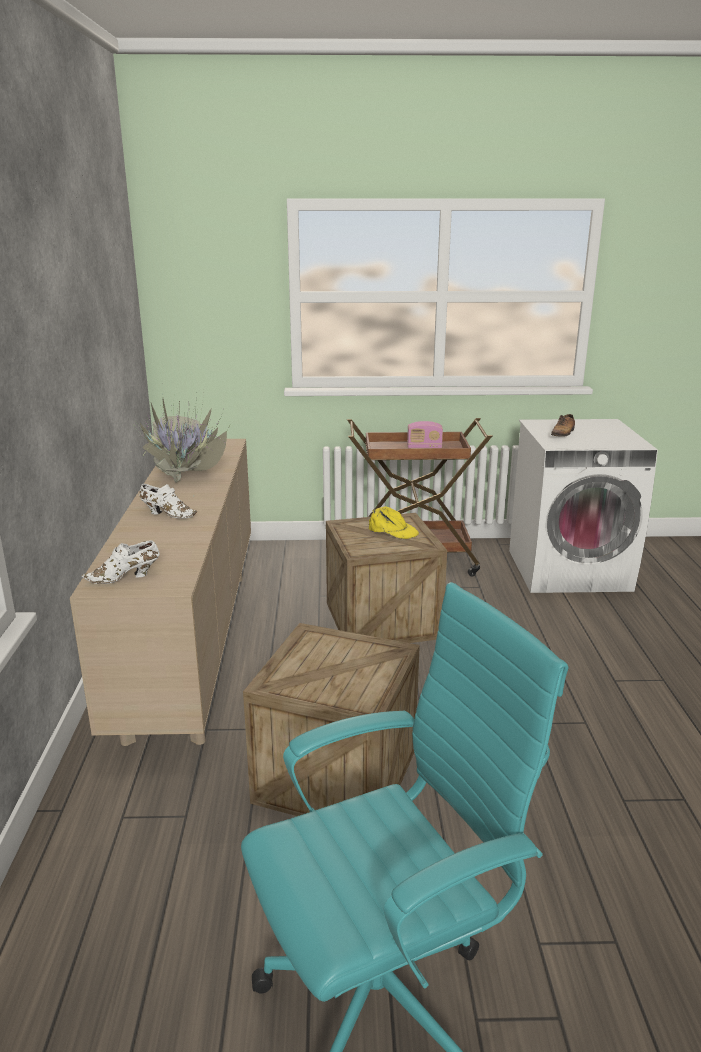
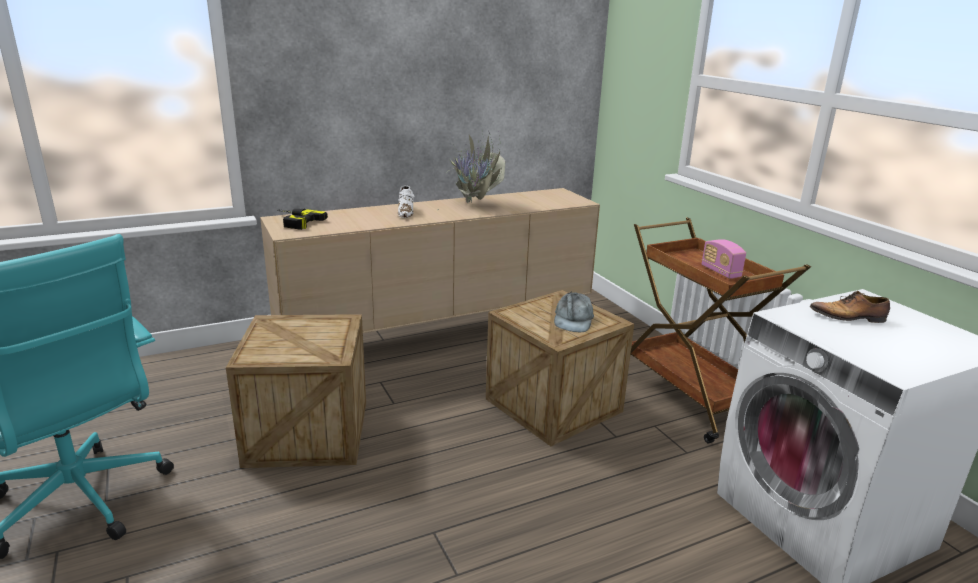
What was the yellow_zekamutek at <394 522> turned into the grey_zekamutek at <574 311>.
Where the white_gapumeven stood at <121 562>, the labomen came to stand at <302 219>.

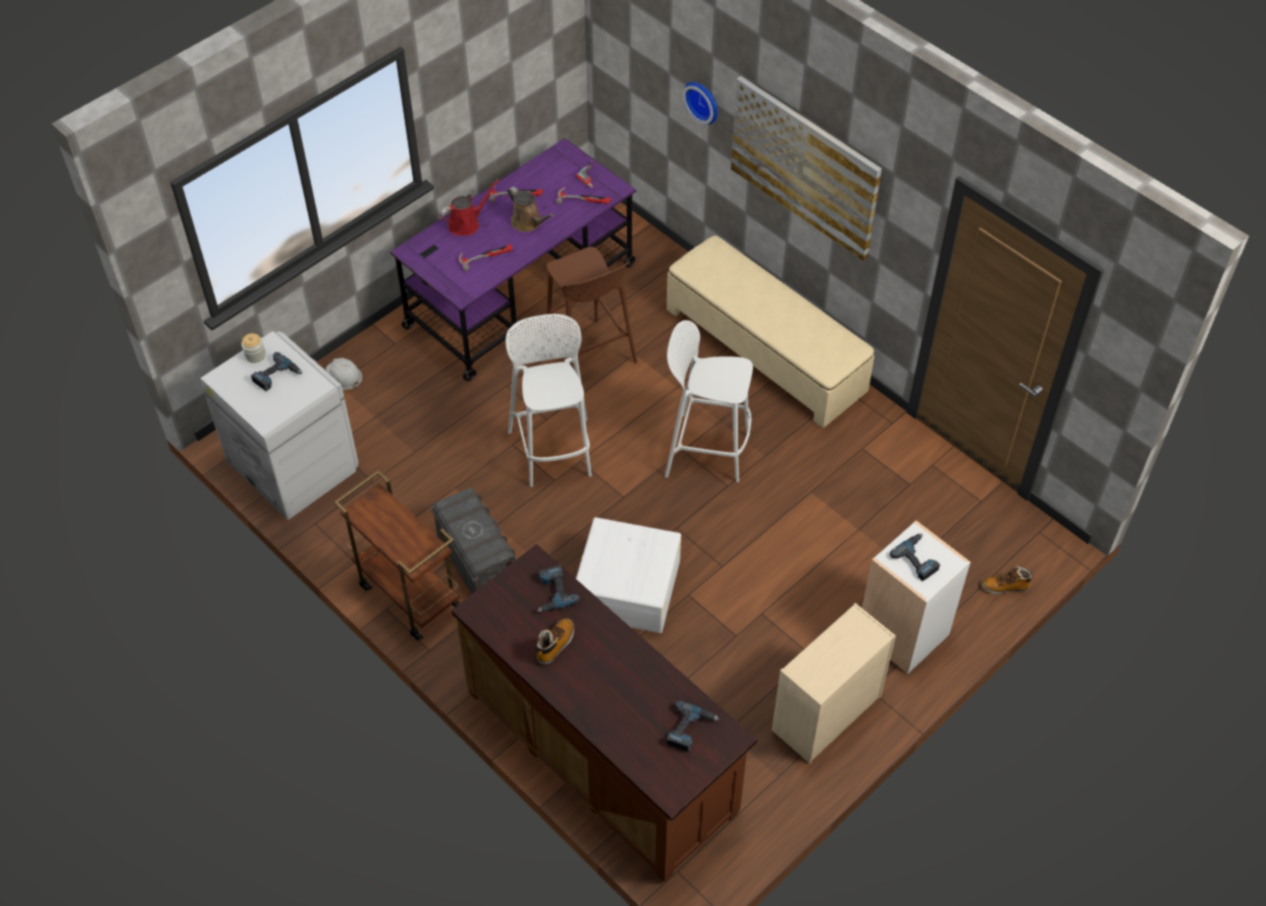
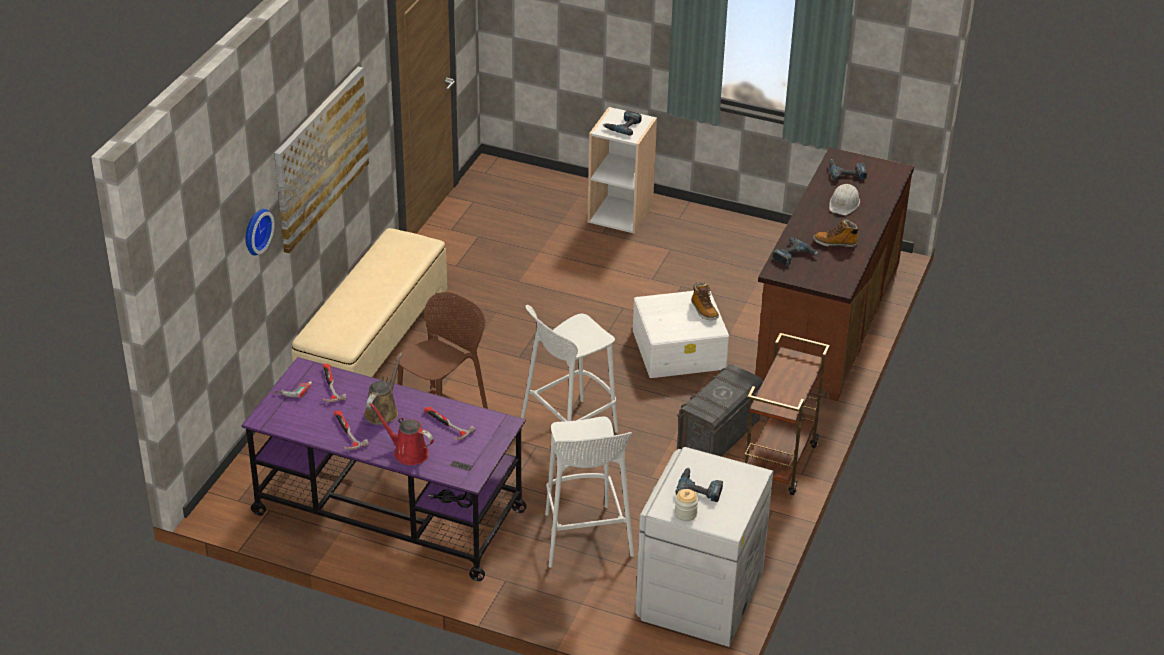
The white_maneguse ended up elsewhere, having gone from <709 401> to <589 492>.
The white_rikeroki ended up elsewhere, having gone from <344 374> to <844 199>.
The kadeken ended up elsewhere, having gone from <1008 580> to <705 301>.
The second view lost the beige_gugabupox at <834 683>.

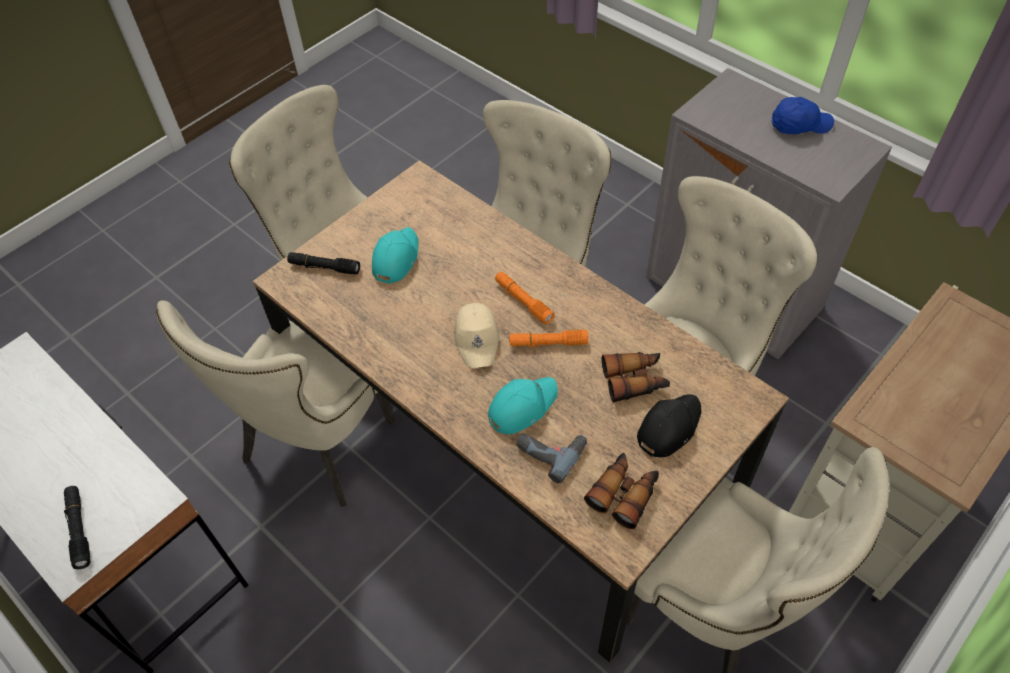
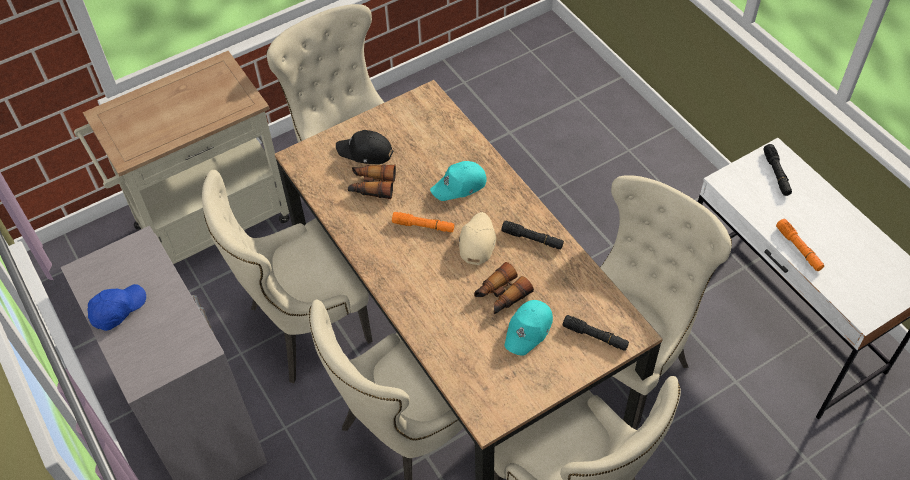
The blue_zekamutek at <803 115> ended up facing another way, 120 degrees clockwise from before.
The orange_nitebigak ended up elsewhere, having gone from <524 298> to <800 245>.
The black_zekamutek at <669 425> ended up facing another way, 45 degrees clockwise from before.
The second view lost the labomen at <551 458>.
The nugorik ended up elsewhere, having gone from <621 491> to <504 288>.
The second view gained the black_nitebigak at <532 235>.

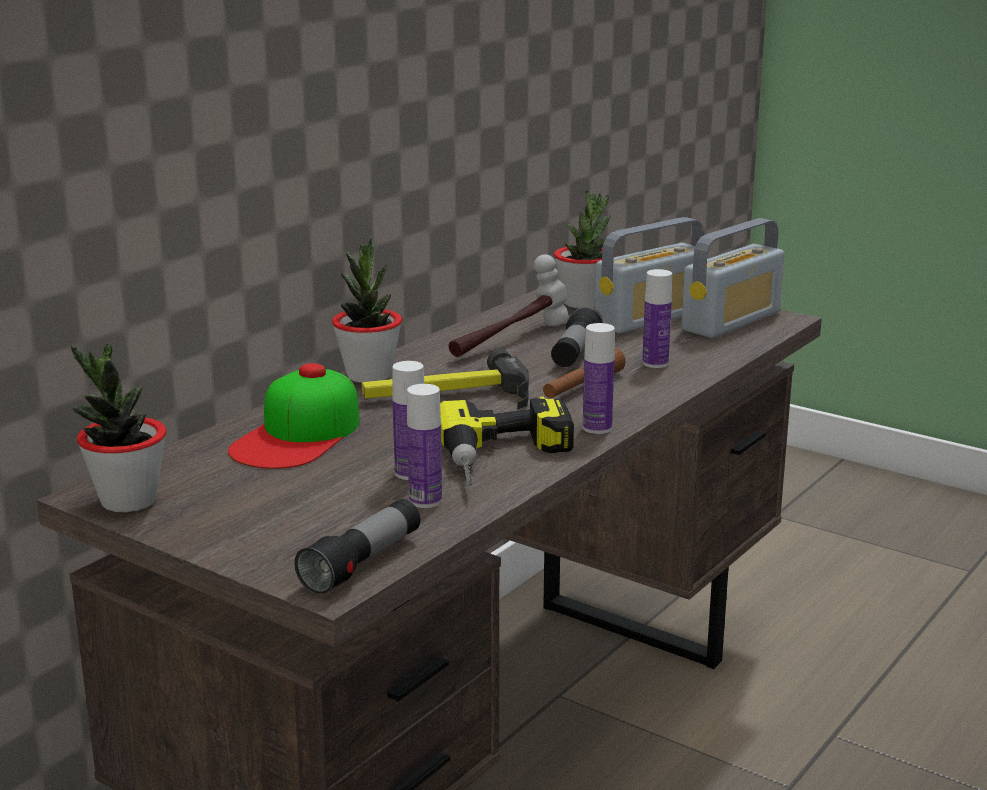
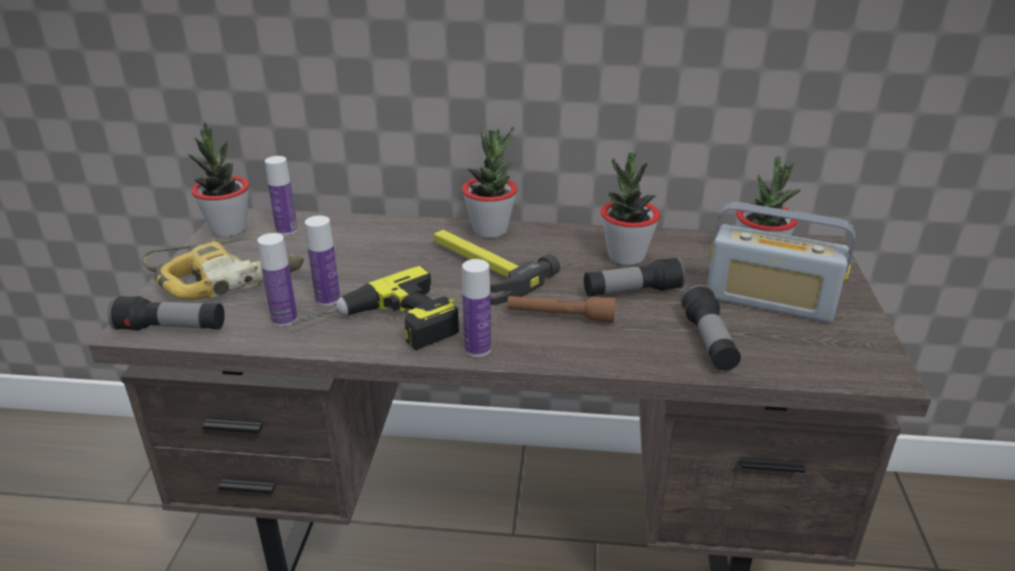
The second view lost the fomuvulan at <732 278>.
Where the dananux stood at <508 305>, the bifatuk came to stand at <630 209>.
The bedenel ended up elsewhere, having gone from <657 318> to <281 195>.
The second view lost the zekamutek at <294 416>.
The second view gained the labomen at <223 268>.
The second view gained the nitebigak at <711 327>.

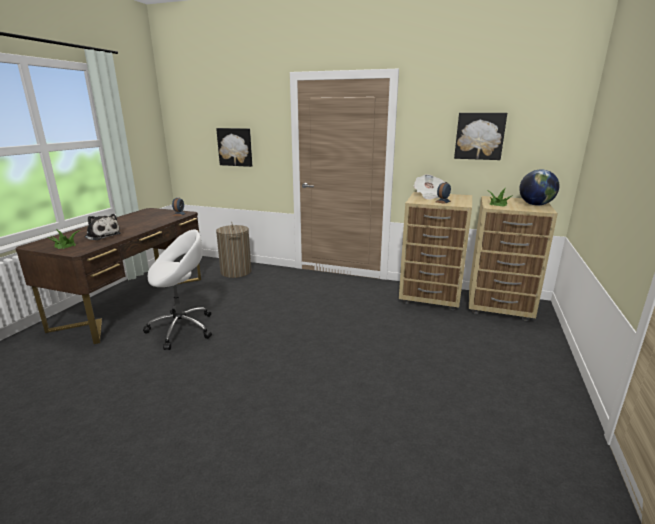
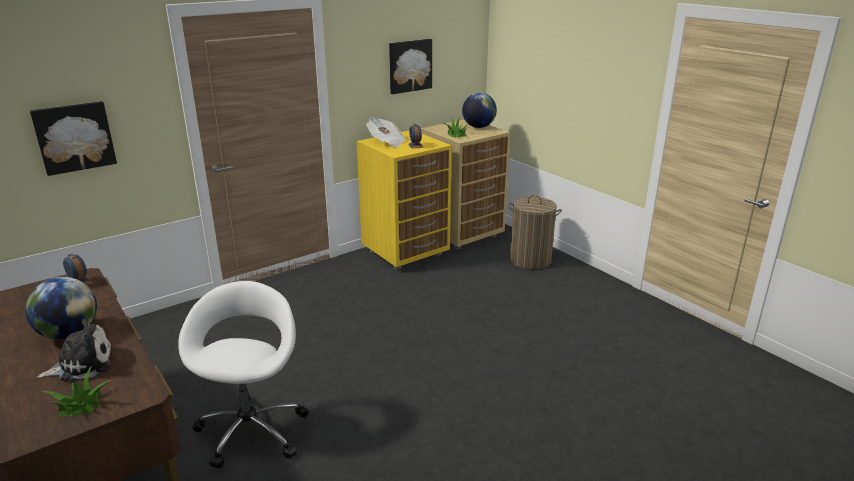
What was the brown_gugabupox at <435 251> turned into the yellow_gugabupox at <404 200>.
The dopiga ended up elsewhere, having gone from <233 250> to <535 232>.
The second view gained the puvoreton at <61 308>.

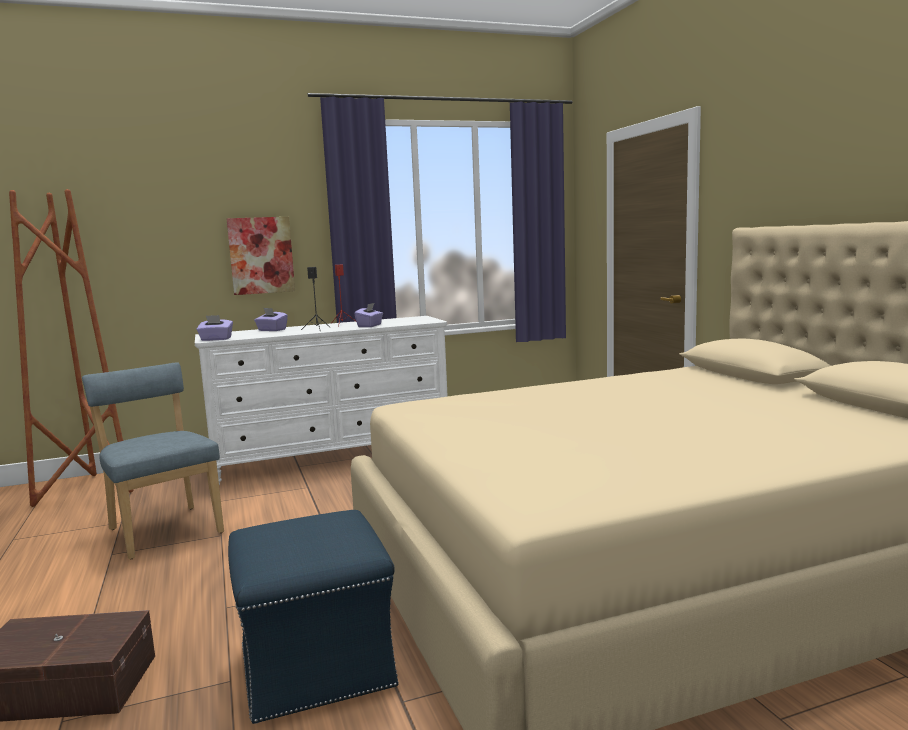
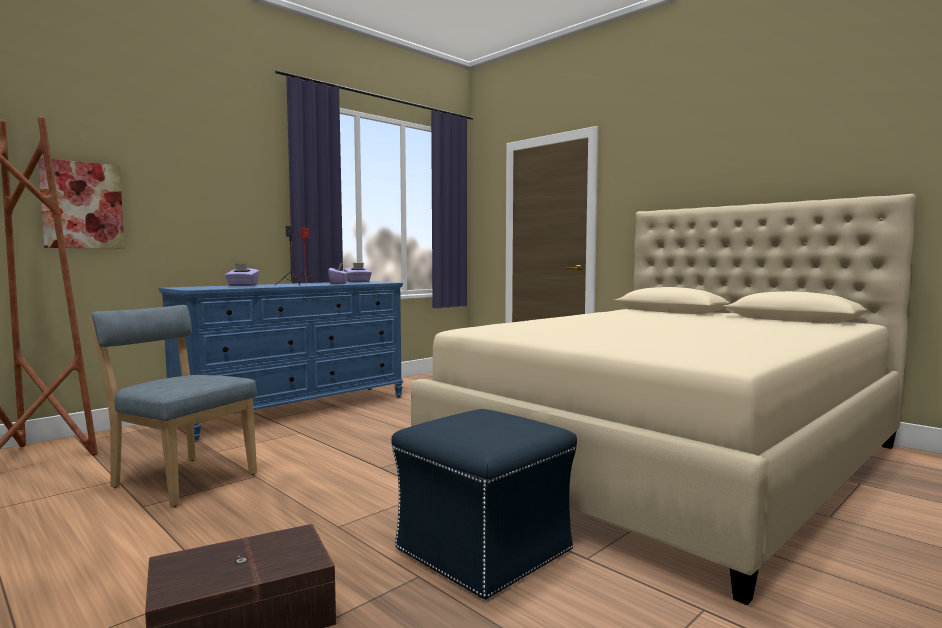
The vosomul ended up elsewhere, having gone from <261 256> to <81 203>.
The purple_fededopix ended up elsewhere, having gone from <214 328> to <358 272>.
What was the white_gugabupox at <321 400> turned into the blue_gugabupox at <281 361>.

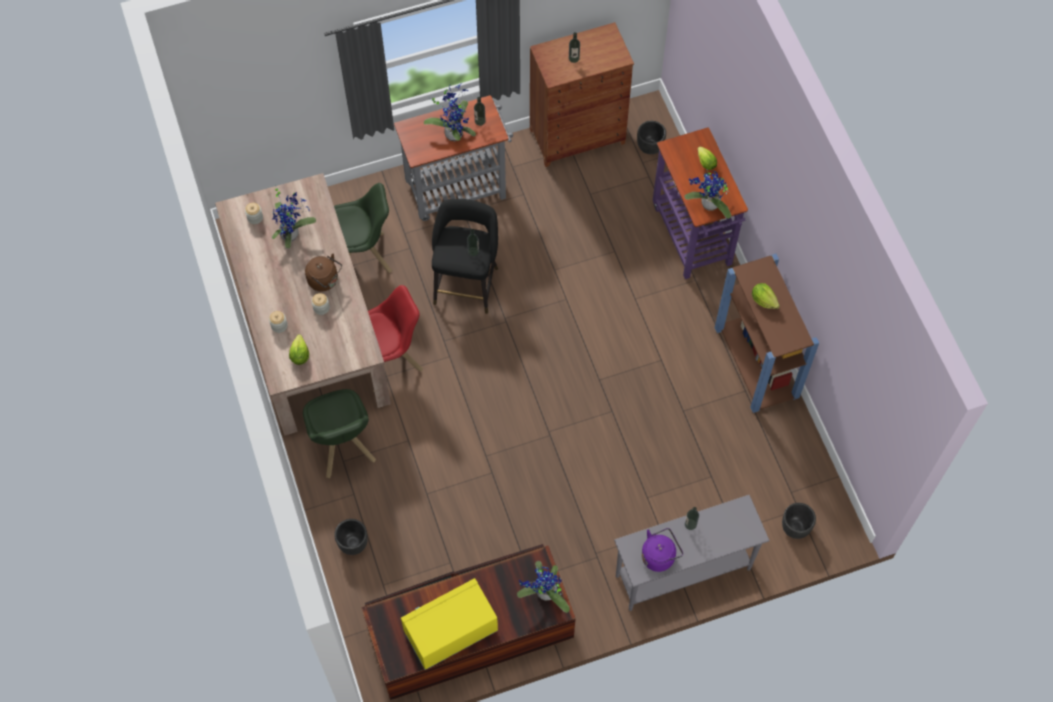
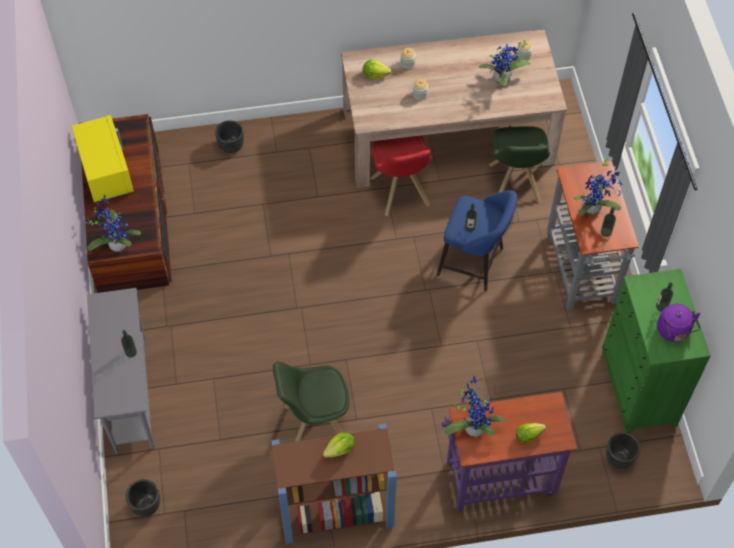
What was the brown_gugabupox at <582 94> turned into the green_gugabupox at <656 351>.
What was the black_maneguse at <465 256> turned into the blue_maneguse at <477 240>.
The second view lost the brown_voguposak at <323 272>.
The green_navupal ended up elsewhere, having gone from <339 434> to <311 402>.
The purple_voguposak ended up elsewhere, having gone from <662 550> to <678 323>.

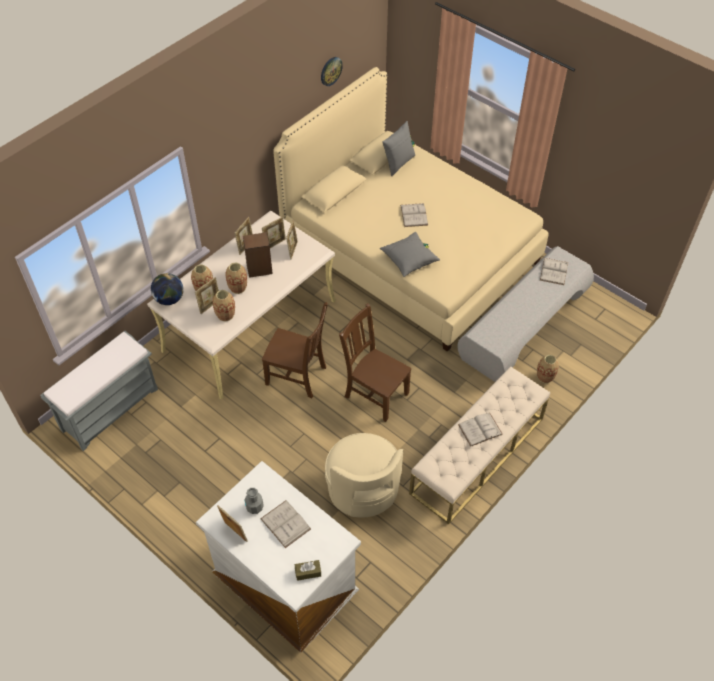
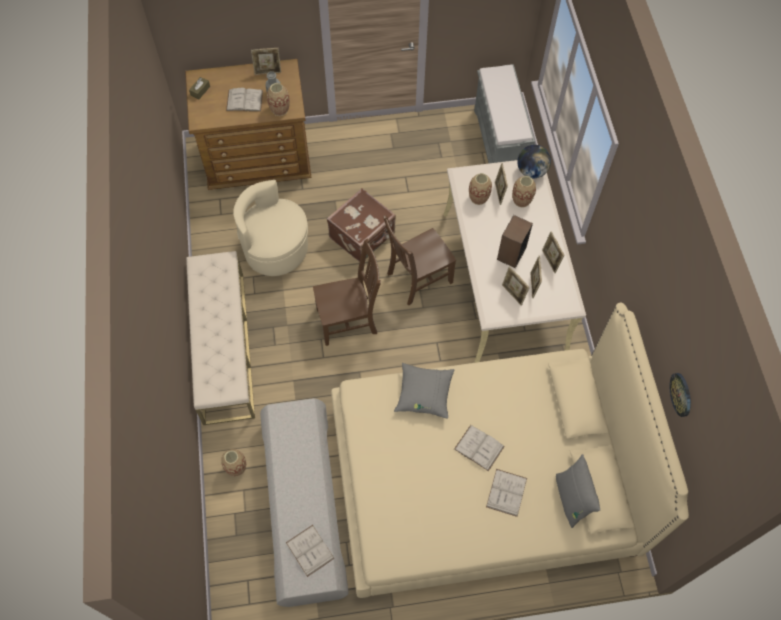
The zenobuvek ended up elsewhere, having gone from <236 278> to <278 99>.
The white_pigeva ended up elsewhere, having gone from <480 430> to <506 493>.
What was the white_gugabupox at <278 557> turned into the brown_gugabupox at <248 124>.
The second view gained the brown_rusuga at <361 225>.

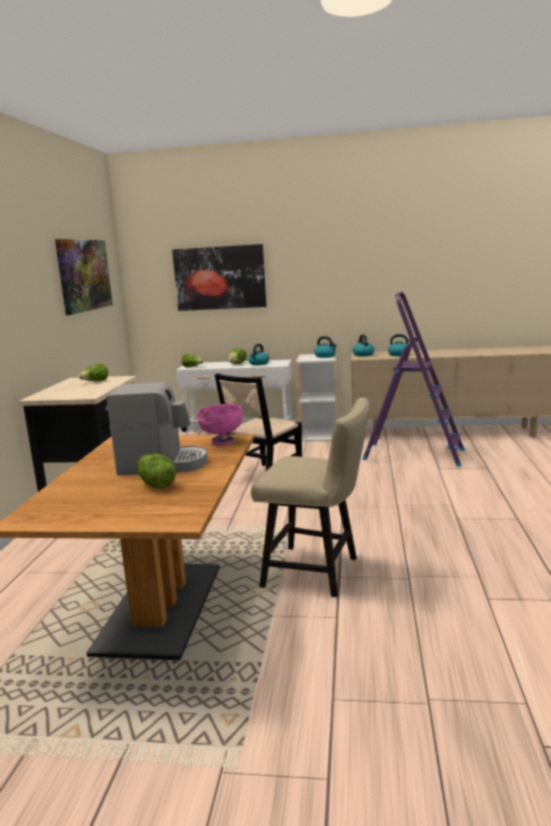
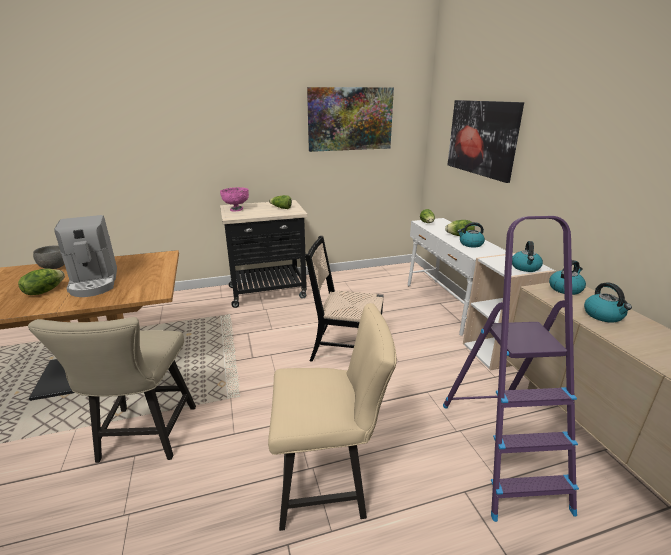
The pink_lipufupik ended up elsewhere, having gone from <220 425> to <234 199>.
The second view gained the grey_lipufupik at <49 257>.
The second view gained the beige_navupal at <332 417>.

